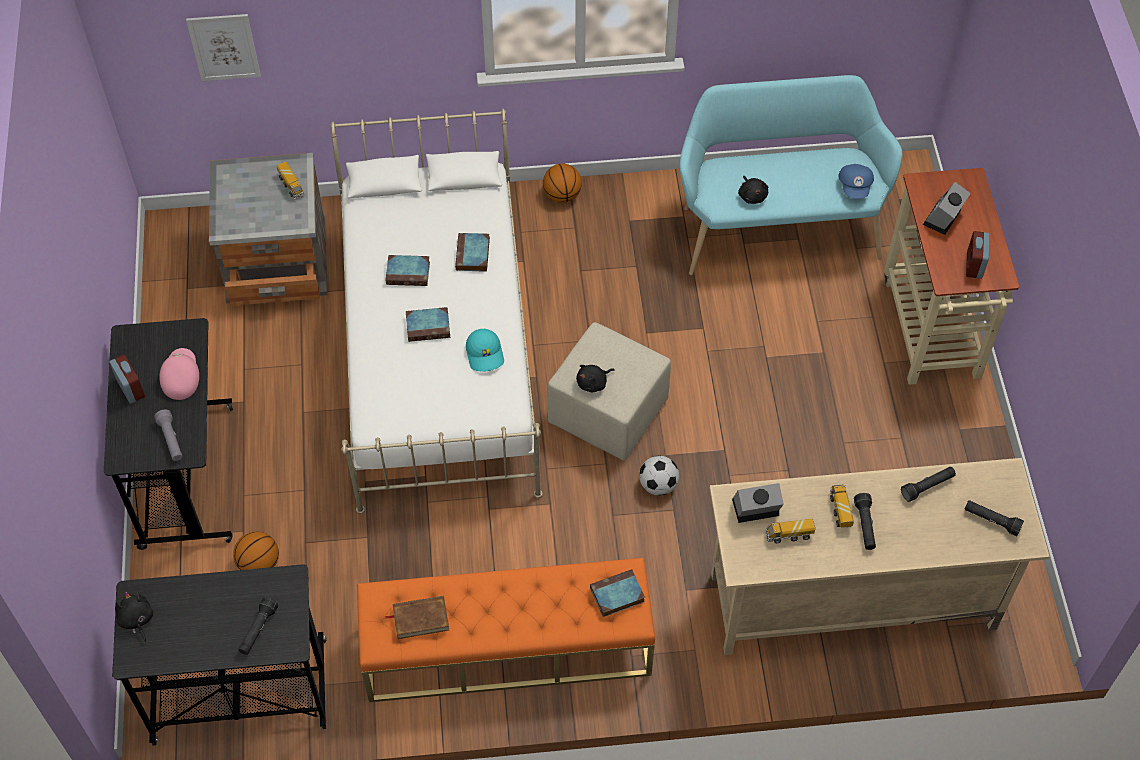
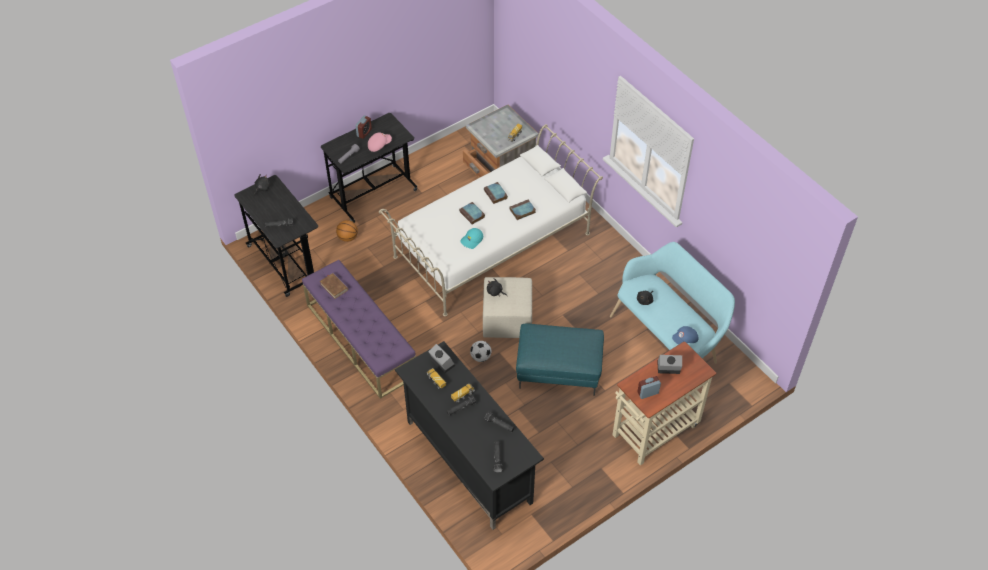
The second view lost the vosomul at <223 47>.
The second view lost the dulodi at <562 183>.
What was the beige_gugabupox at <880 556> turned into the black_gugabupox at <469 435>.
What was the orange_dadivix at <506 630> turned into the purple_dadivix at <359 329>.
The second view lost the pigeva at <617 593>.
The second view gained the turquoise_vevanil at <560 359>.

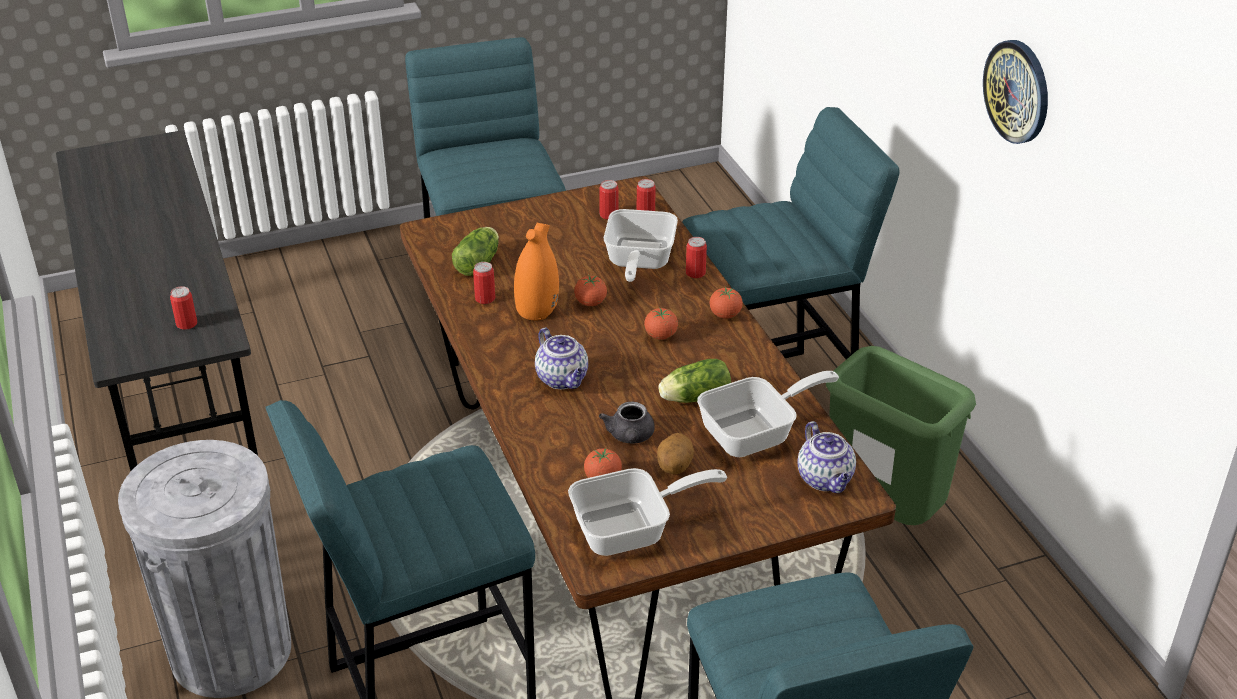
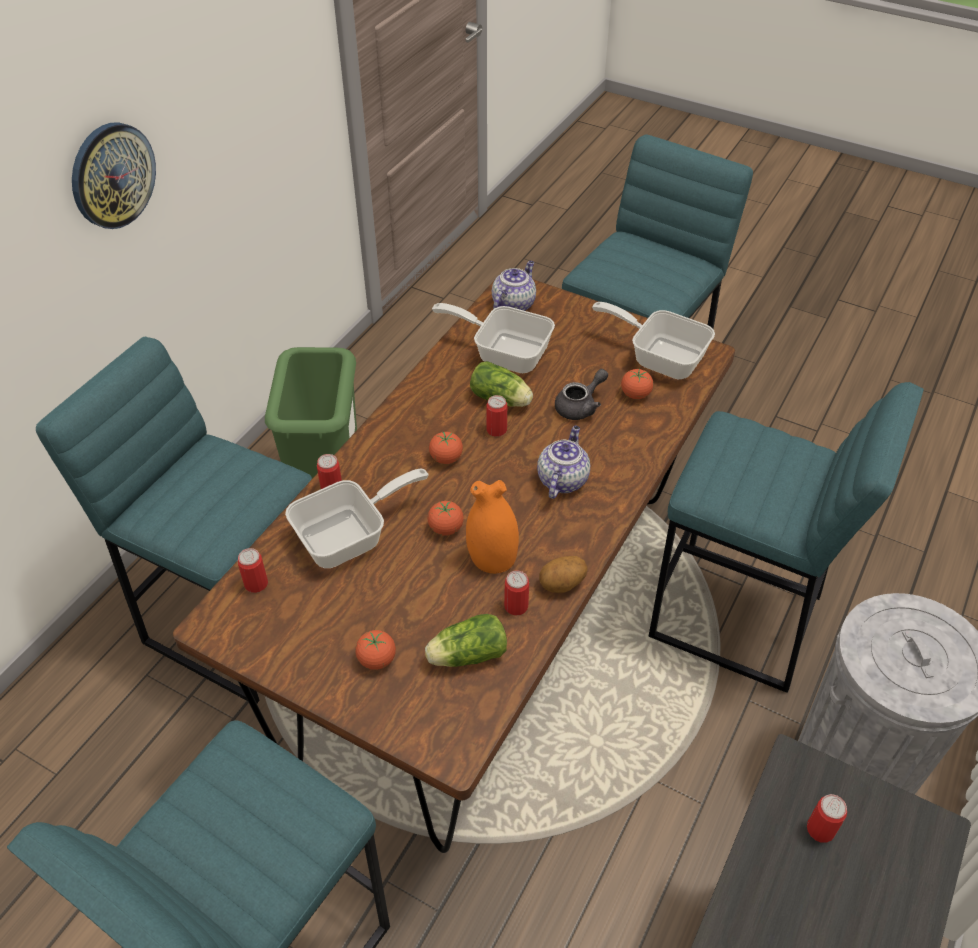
The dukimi ended up elsewhere, having gone from <609 199> to <497 416>.
The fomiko ended up elsewhere, having gone from <726 303> to <375 650>.
The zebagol ended up elsewhere, having gone from <675 453> to <563 574>.

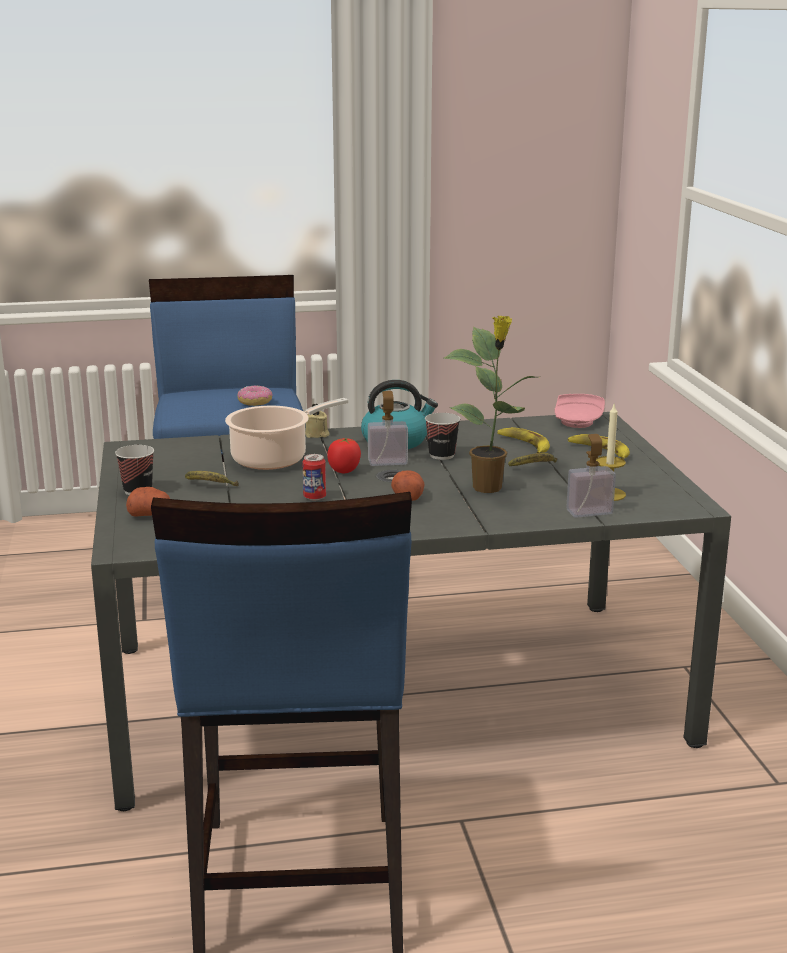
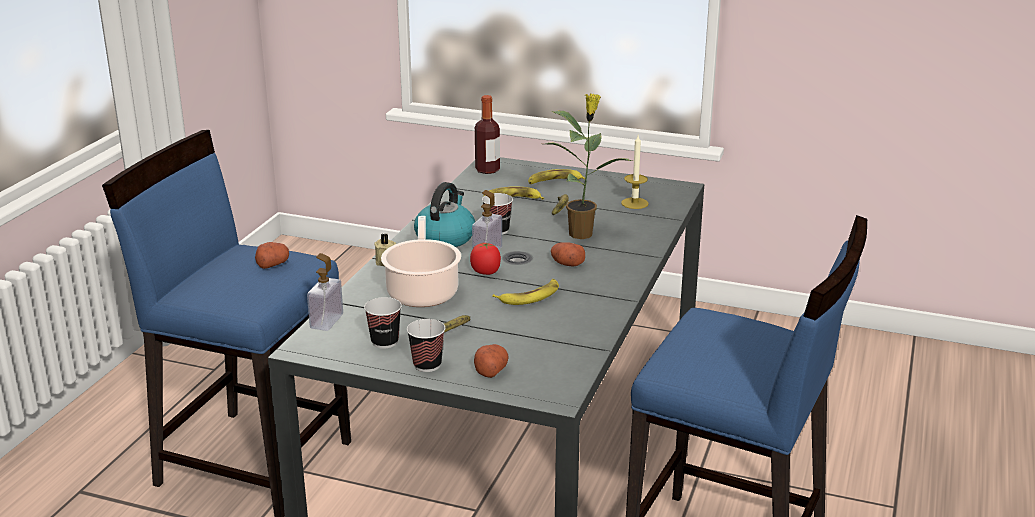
Where the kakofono stood at <255 395>, the zebagol came to stand at <272 255>.
Where the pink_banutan stood at <580 411>, the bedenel came to stand at <487 134>.
The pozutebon ended up elsewhere, having gone from <591 476> to <325 292>.
Where the dukimi stood at <314 477>, the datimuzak came to stand at <525 292>.
The second view gained the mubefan at <383 323>.

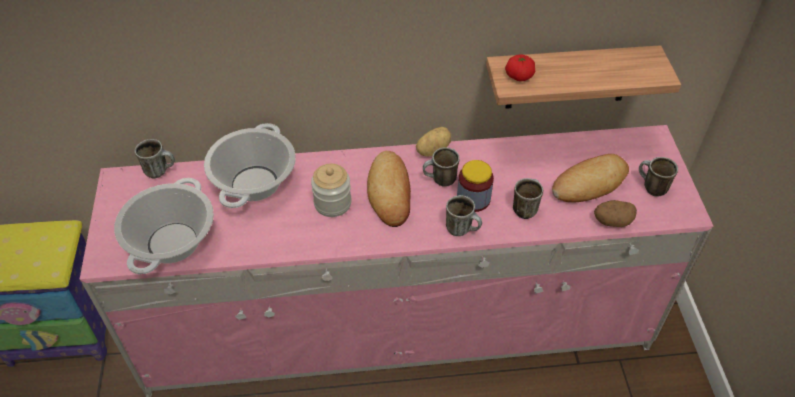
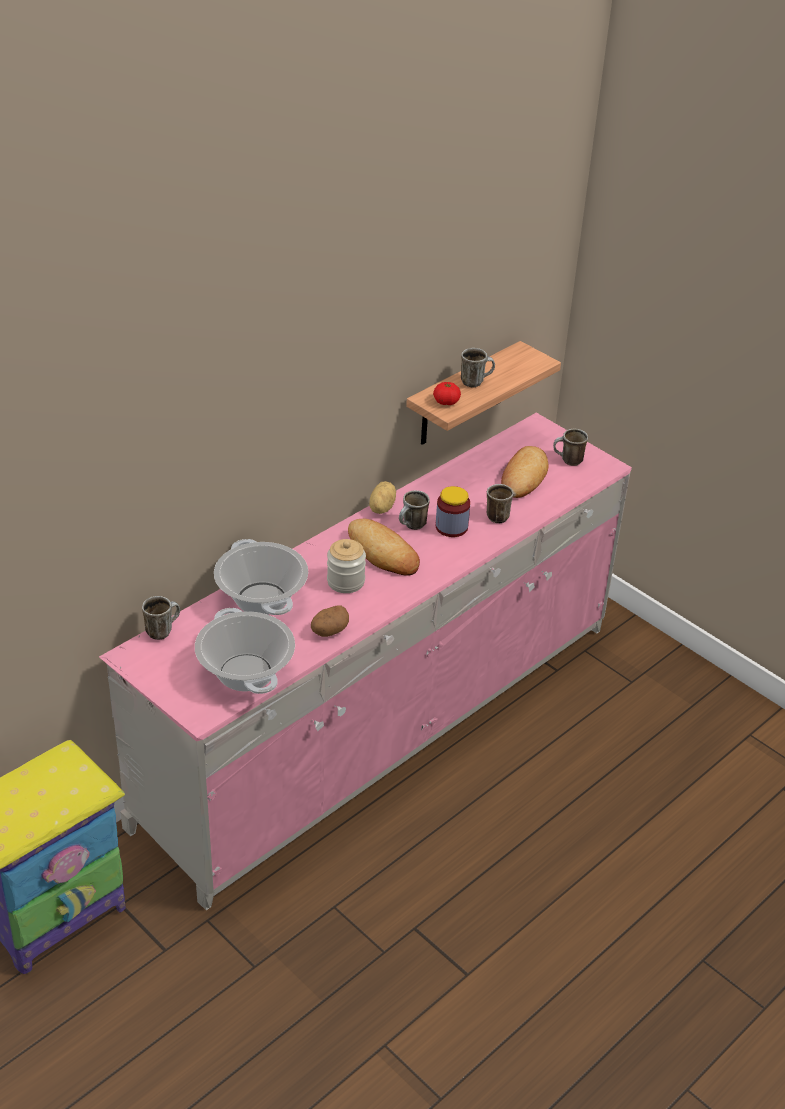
The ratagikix ended up elsewhere, having gone from <464 215> to <478 368>.
The zebagol ended up elsewhere, having gone from <615 213> to <330 621>.

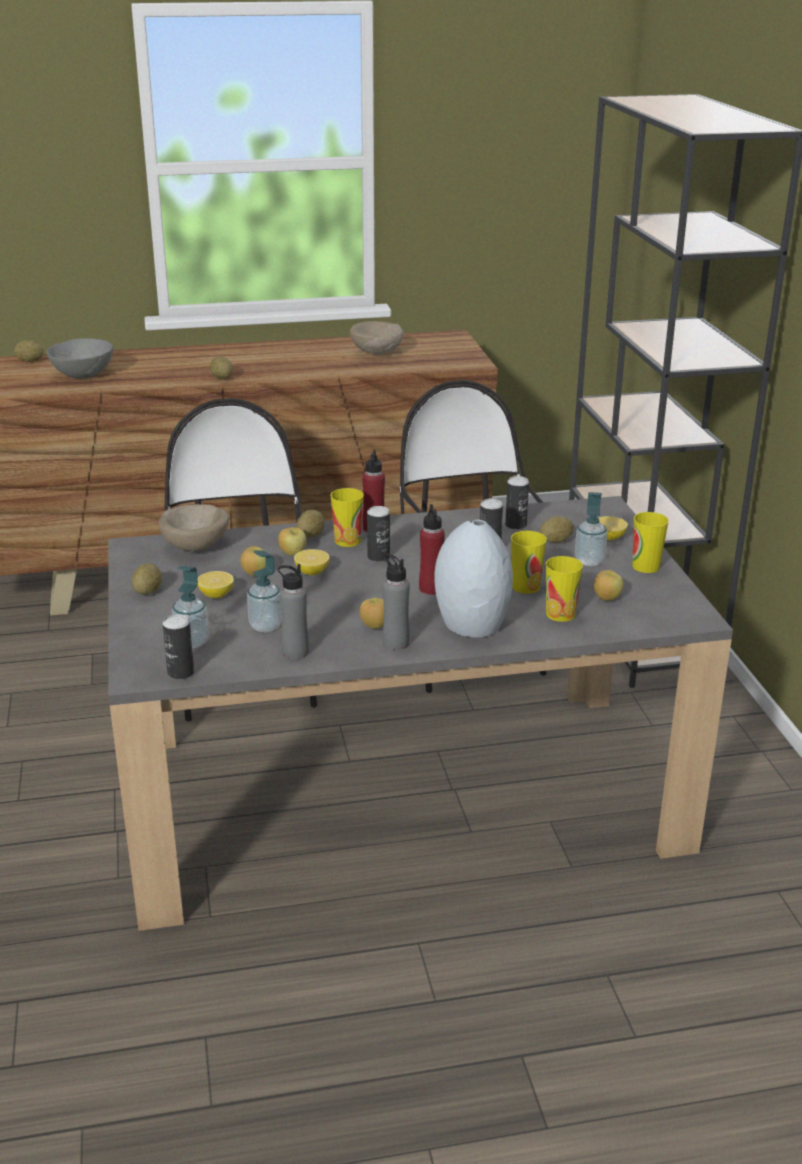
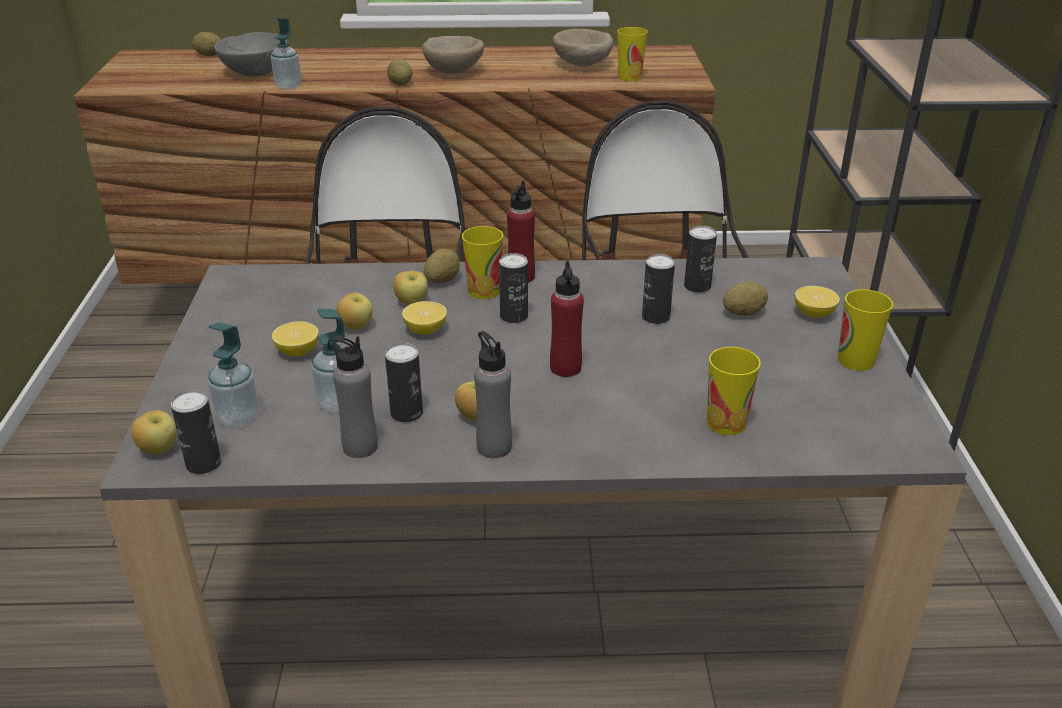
The pozutebon ended up elsewhere, having gone from <591 529> to <286 53>.
The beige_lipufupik ended up elsewhere, having gone from <194 527> to <453 55>.
The second view lost the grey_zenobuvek at <473 579>.
The mubefan ended up elsewhere, having gone from <529 562> to <632 54>.
The second view lost the zebagol at <147 578>.
The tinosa ended up elsewhere, having gone from <609 585> to <154 432>.
The second view gained the dukimi at <404 382>.

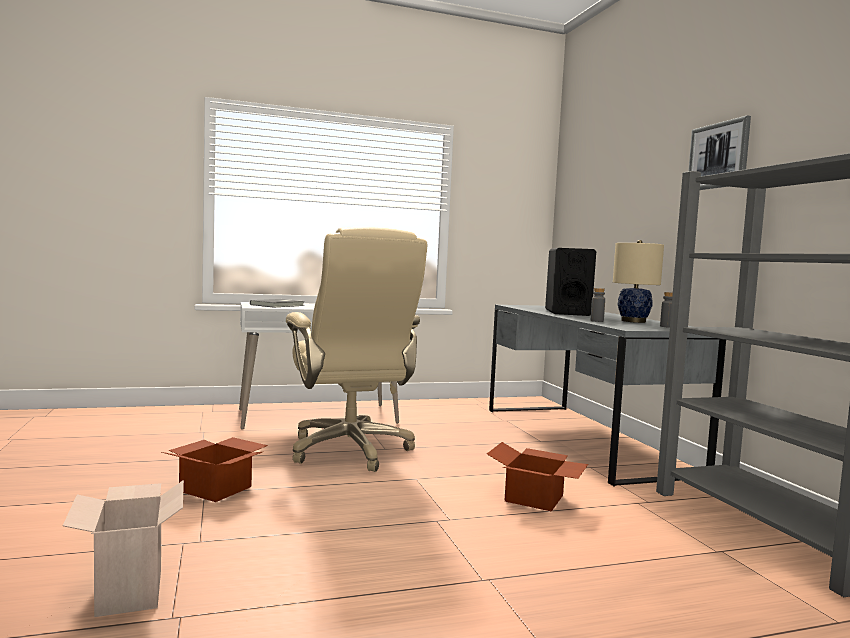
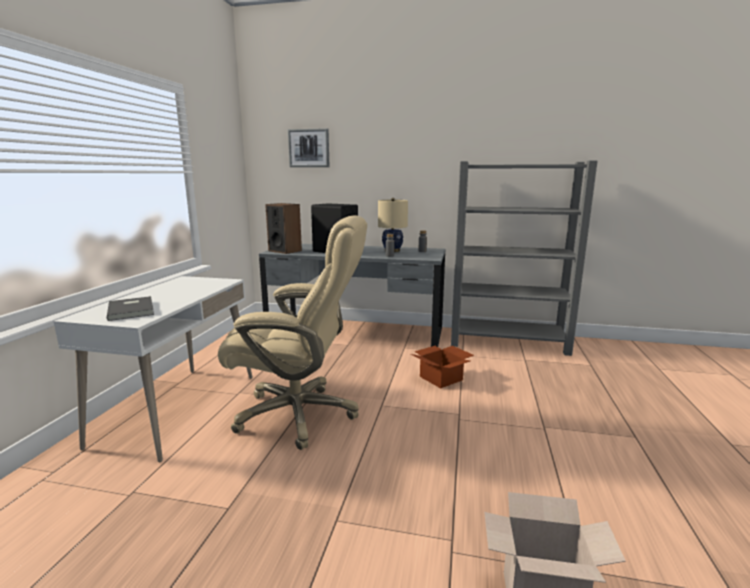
The vosomul ended up elsewhere, having gone from <719 152> to <308 147>.
The second view lost the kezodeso at <215 469>.
The second view gained the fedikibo at <283 228>.

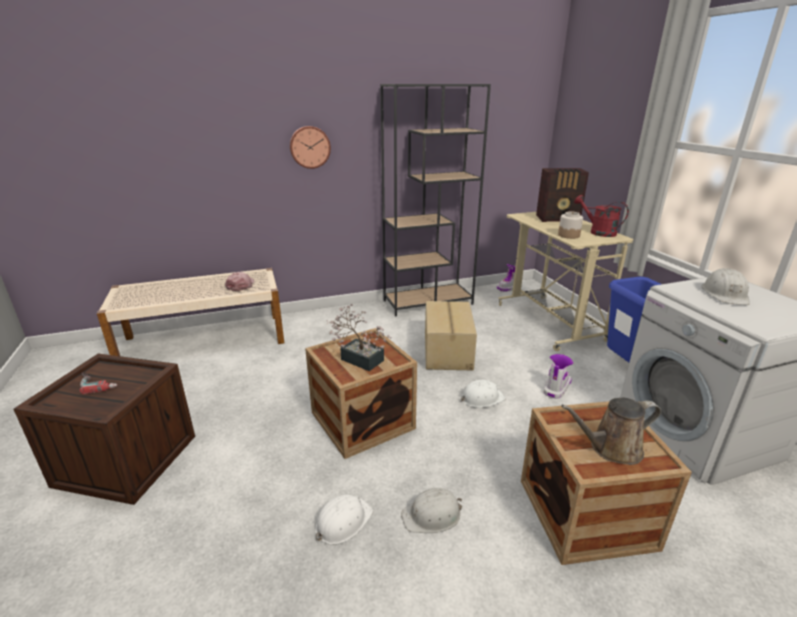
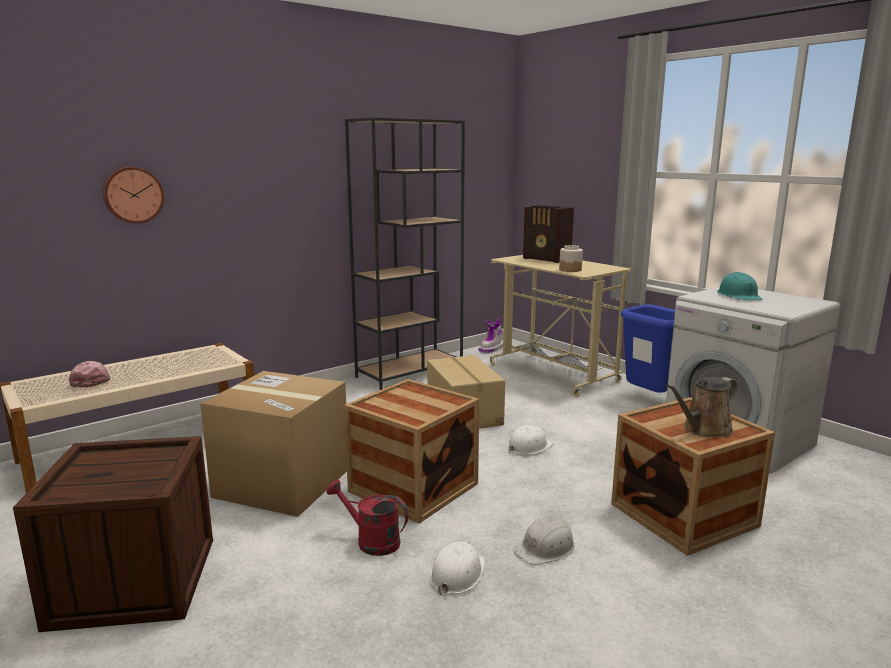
The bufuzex ended up elsewhere, having gone from <310 147> to <133 195>.
The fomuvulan at <562 195> ended up facing another way, 60 degrees clockwise from before.
The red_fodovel ended up elsewhere, having gone from <601 216> to <367 518>.
What was the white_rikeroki at <726 286> turned into the turquoise_rikeroki at <740 286>.
The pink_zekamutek ended up elsewhere, having gone from <240 281> to <89 374>.
The second view lost the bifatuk at <359 337>.
The second view lost the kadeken at <558 376>.
The second view lost the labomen at <98 383>.
The second view gained the kezodeso at <273 444>.

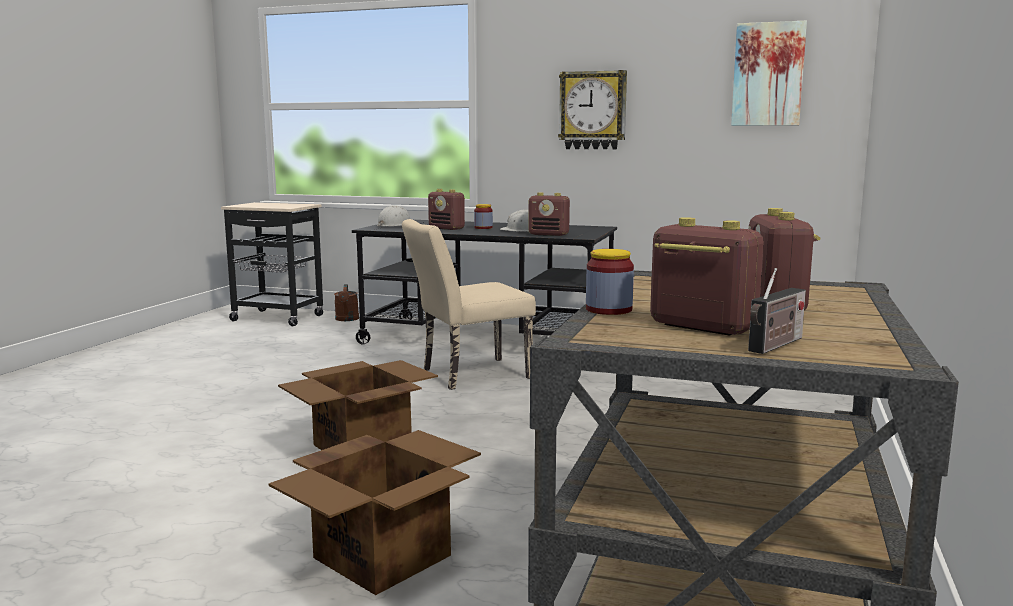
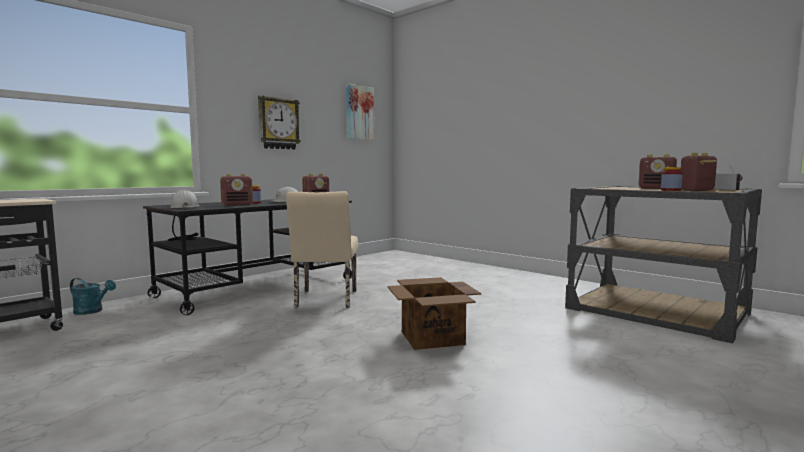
What was the brown_fodovel at <346 302> turned into the turquoise_fodovel at <93 296>.
The second view lost the kezodeso at <375 512>.

